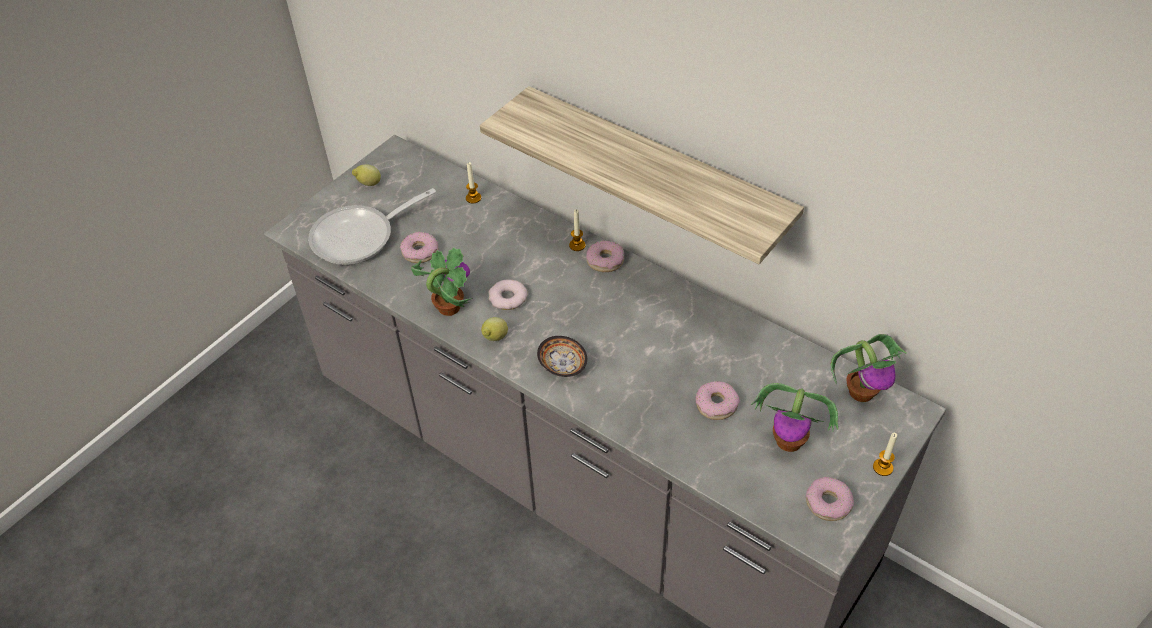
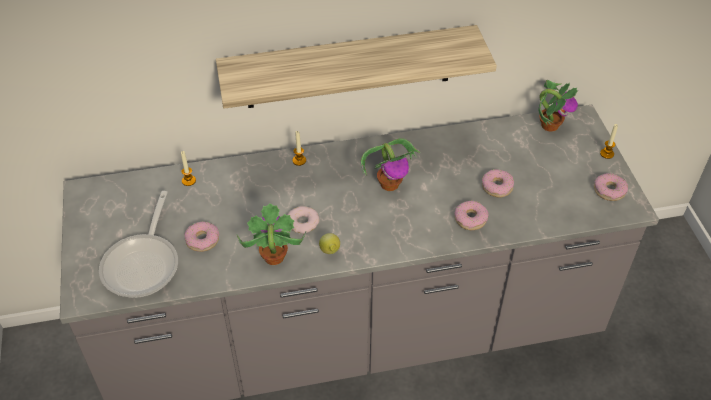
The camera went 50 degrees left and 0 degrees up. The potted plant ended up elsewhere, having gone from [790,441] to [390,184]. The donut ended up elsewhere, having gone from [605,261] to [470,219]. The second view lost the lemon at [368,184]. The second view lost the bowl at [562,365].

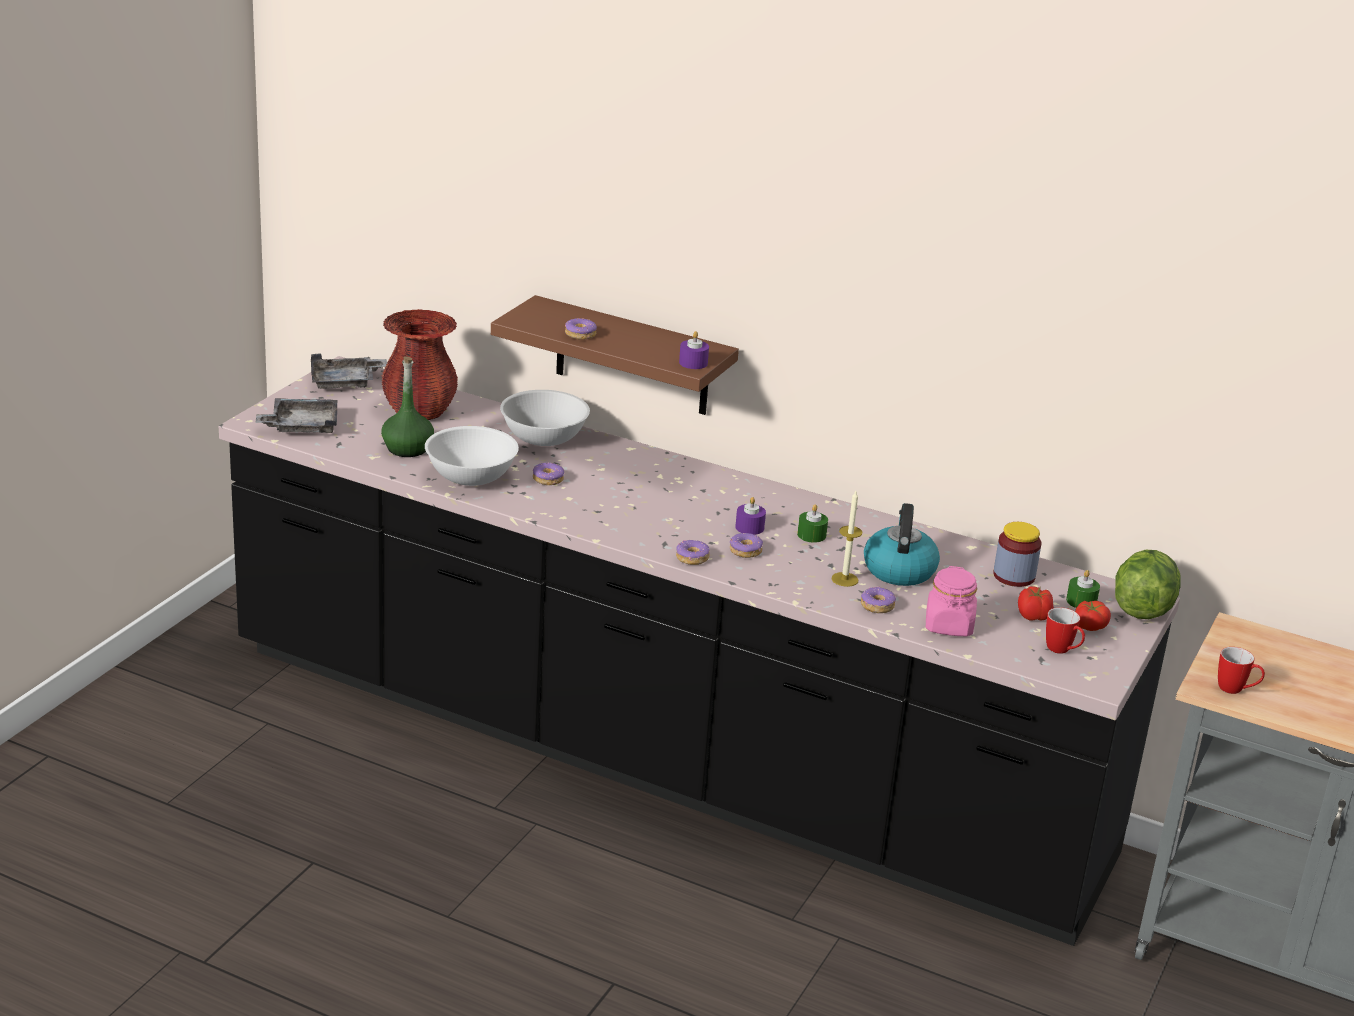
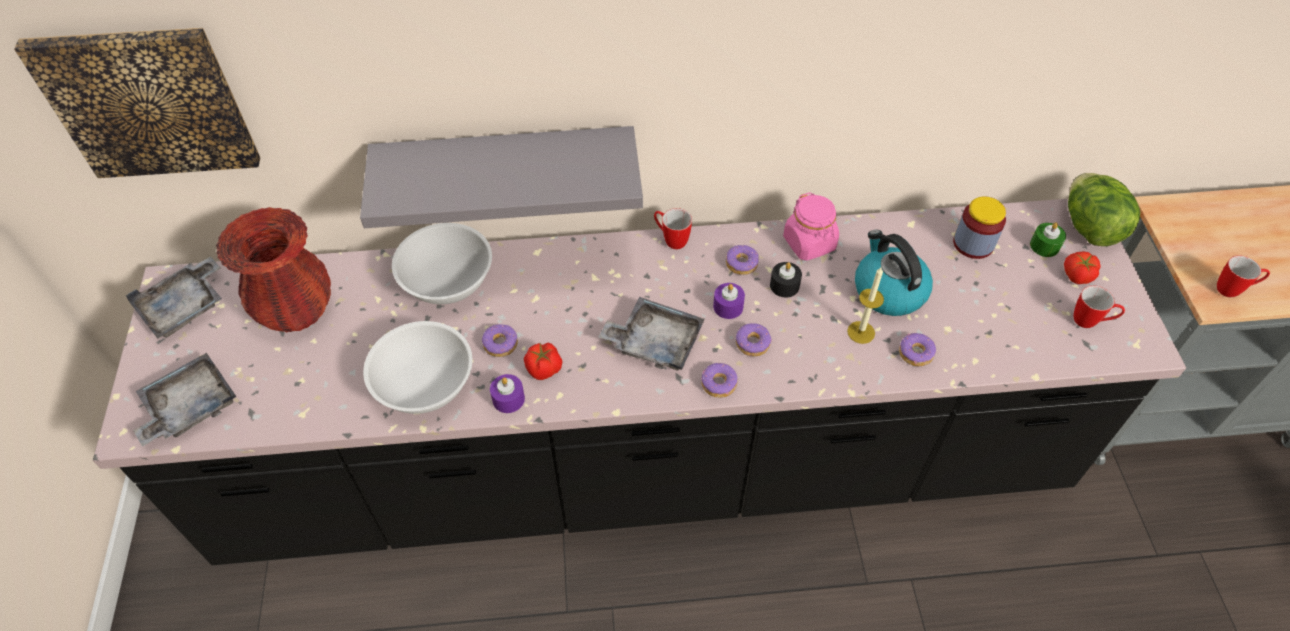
The camera went 30 degrees left and 25 degrees up. The second view gained the picture at [148,102]. What was the brown shelf at [632,357] turned into the grey shelf at [507,167]. The purple candle ended up elsewhere, having gone from [693,363] to [508,399]. The tomato ended up elsewhere, having gone from [1034,617] to [544,369]. The second view gained the grey tray at [655,342]. The second view gained the mug at [671,239]. The donut ended up elsewhere, having gone from [580,334] to [742,263]. What was the green candle at [811,535] turned into the black candle at [784,285]. The pink jar ended up elsewhere, having gone from [949,626] to [809,243]. The second view lost the green bottle at [407,448].

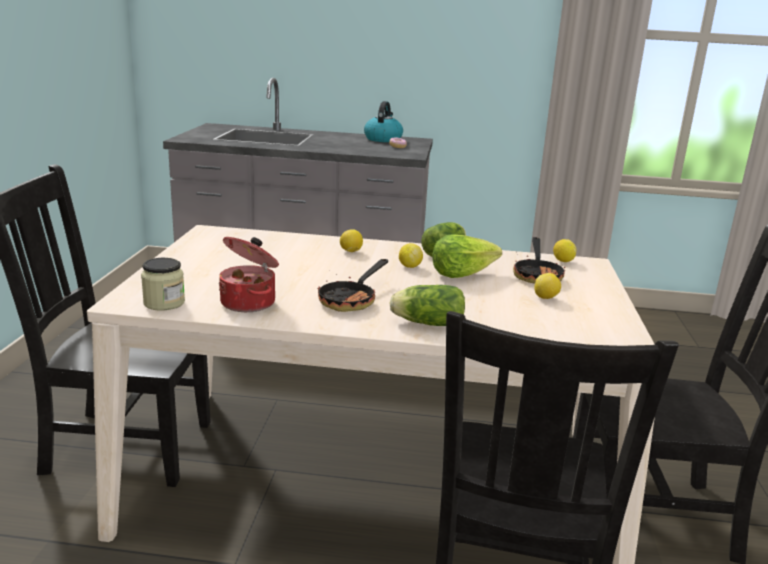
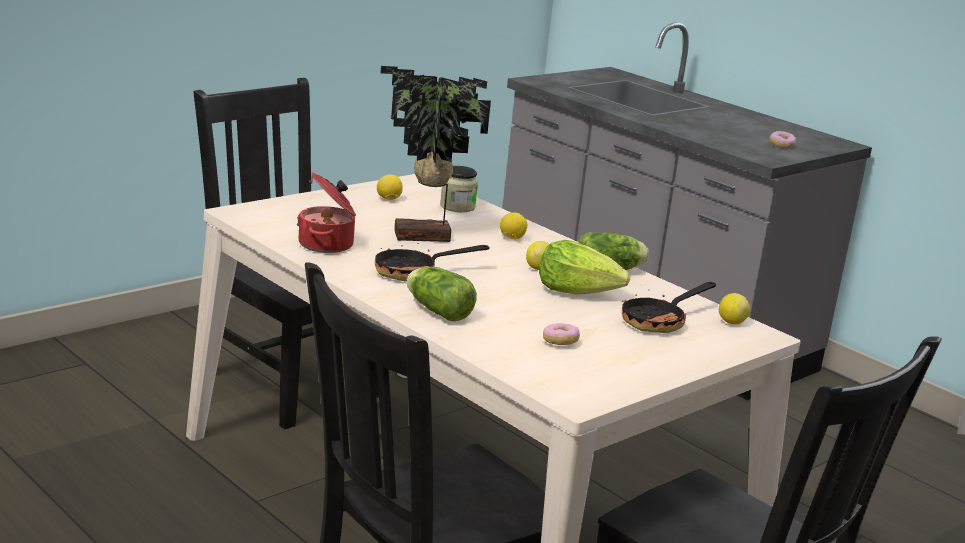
The camera went 40 degrees right and 0 degrees up. The lemon ended up elsewhere, having gone from [546,298] to [388,199]. The second view gained the potted plant at [424,238]. The jar ended up elsewhere, having gone from [164,303] to [457,206]. The second view gained the donut at [560,342]. The second view lost the kettle at [383,139].

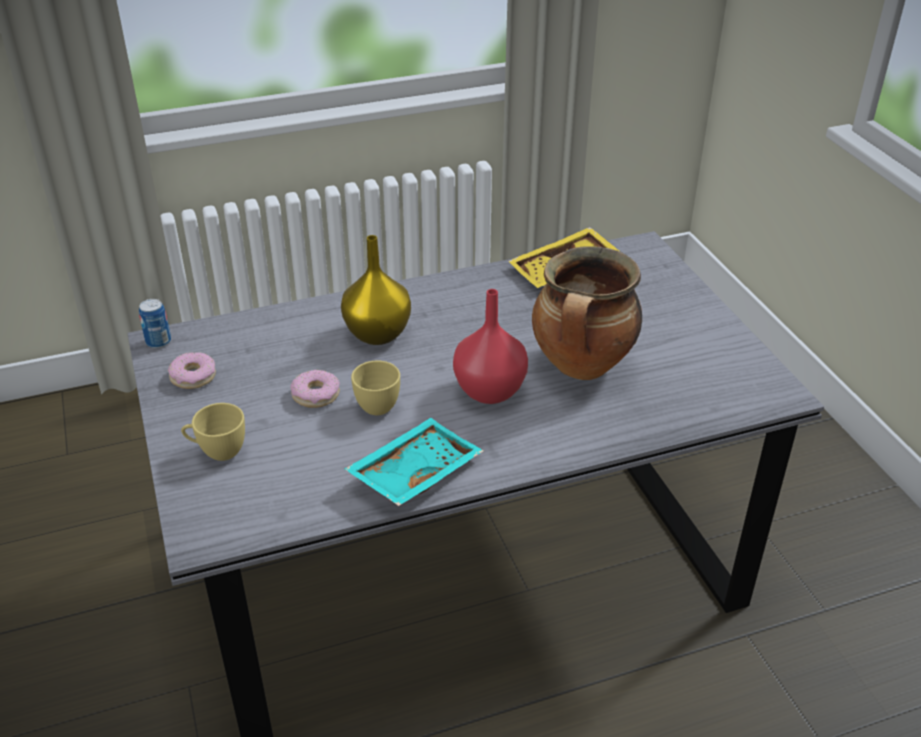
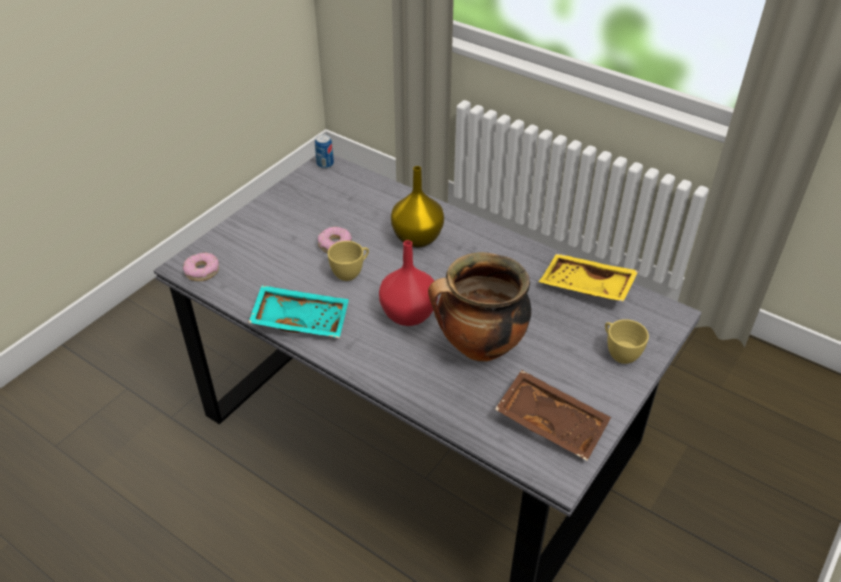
The camera went 55 degrees right and 5 degrees up. The donut ended up elsewhere, having gone from [193,376] to [202,271]. The second view gained the brown tray at [552,421]. The yellow cup ended up elsewhere, having gone from [217,451] to [619,353].

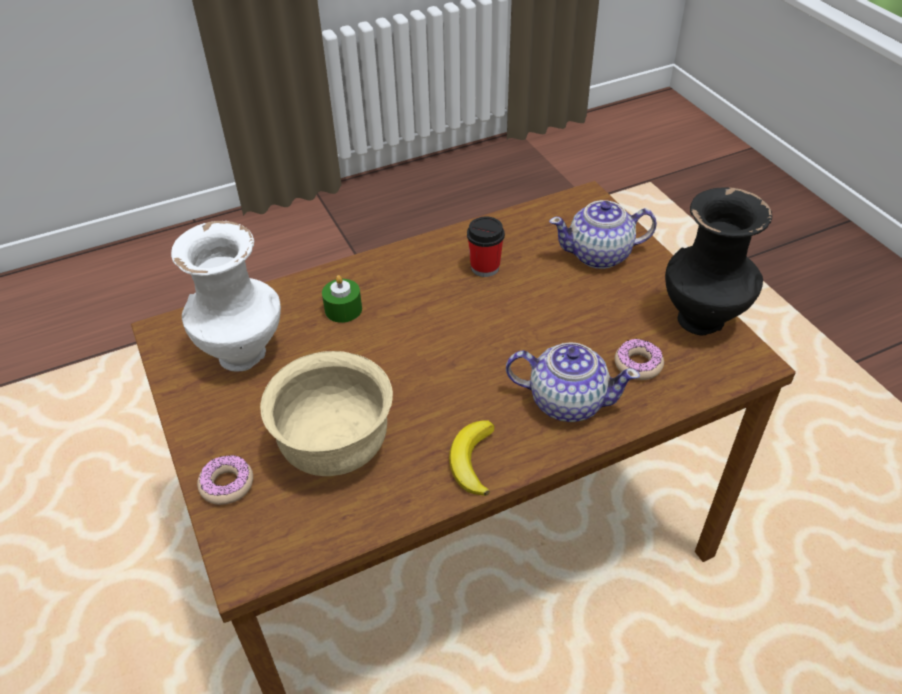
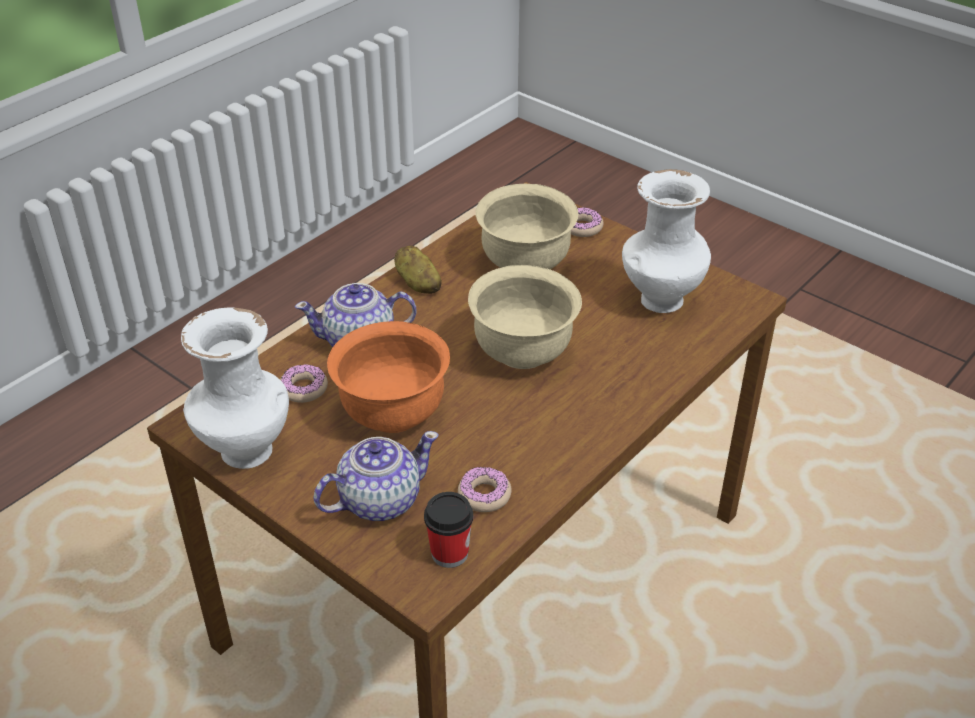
The camera went 155 degrees right and 5 degrees down. What was the black vase at [702,321] turned into the white vase at [244,451]. The second view gained the orange bowl at [392,413]. Where the banana stood at [472,461], the potato came to stand at [417,283]. The cup ended up elsewhere, having gone from [485,267] to [449,553]. The second view gained the donut at [484,495]. The second view gained the beige bowl at [522,353]. The second view lost the green candle at [343,309].

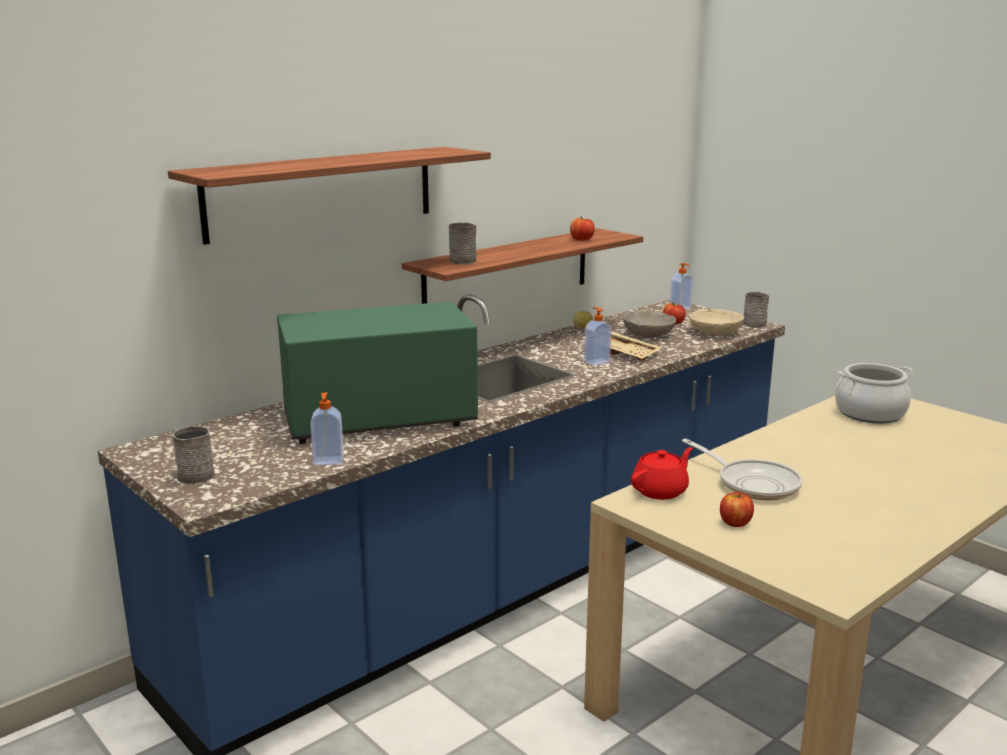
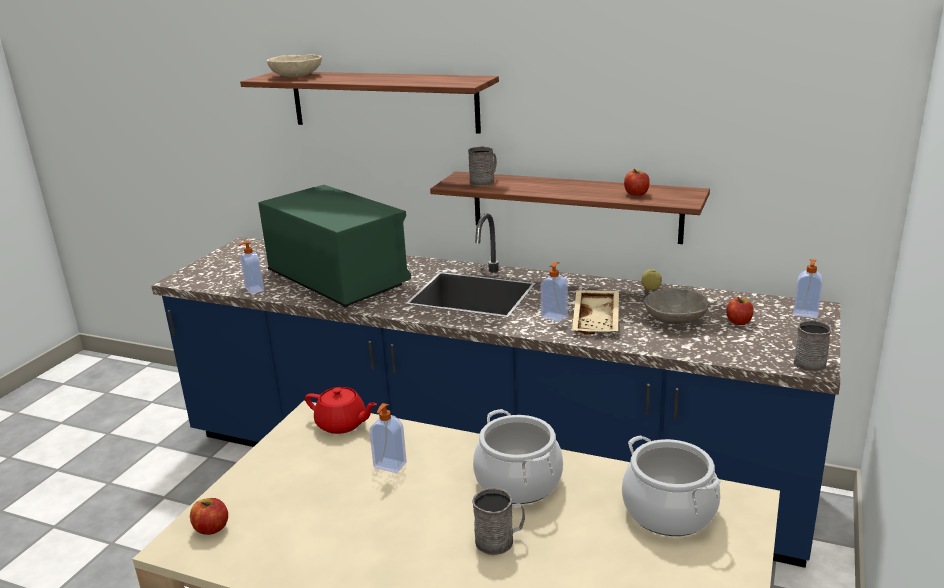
The camera went 65 degrees right and 5 degrees up. The apple ended up elsewhere, having gone from [735,523] to [212,528]. The beige bowl ended up elsewhere, having gone from [715,333] to [296,76]. Where the frying pan stood at [752,483], the soap dispenser came to stand at [389,466]. The grey mug ended up elsewhere, having gone from [199,474] to [500,540]. The second view gained the cooking pot at [518,481].

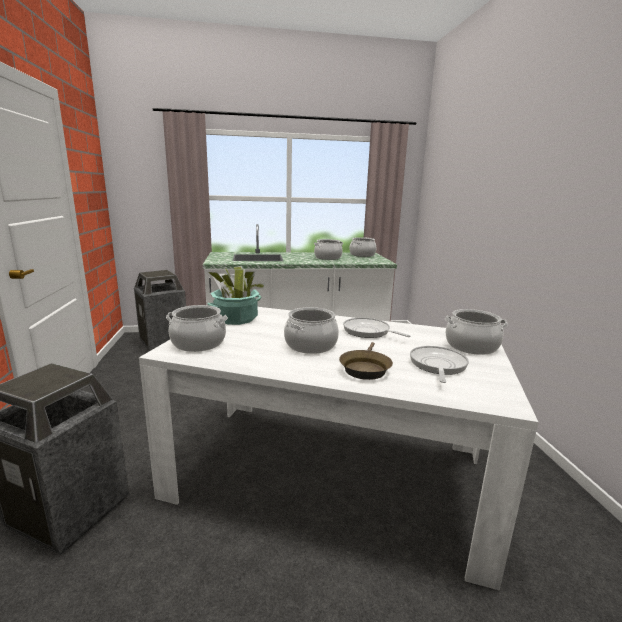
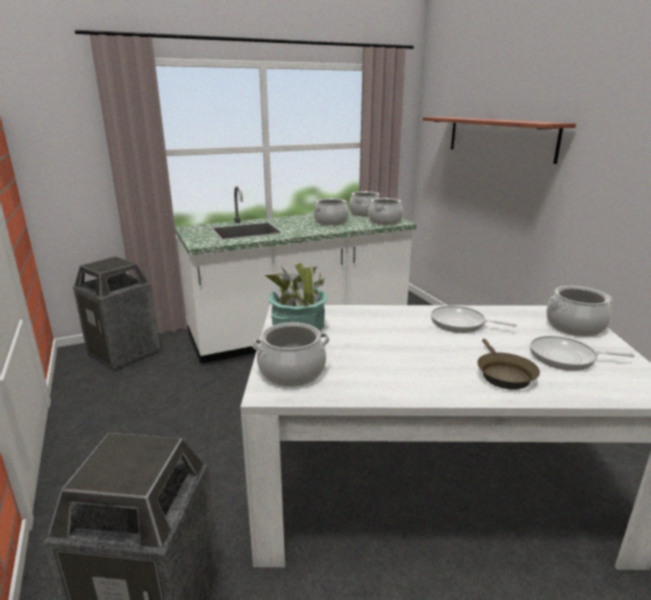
The camera went 15 degrees left and 5 degrees up. The cooking pot ended up elsewhere, having gone from [310,345] to [384,221]. The second view gained the shelf at [499,137]. The frying pan at [437,365] ended up facing another way, 75 degrees counterclockwise from before.

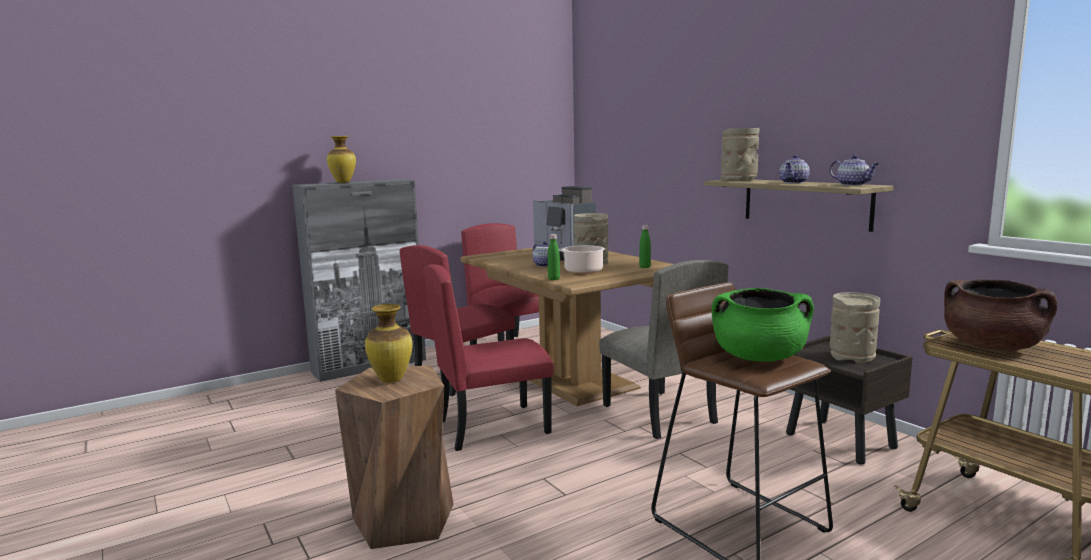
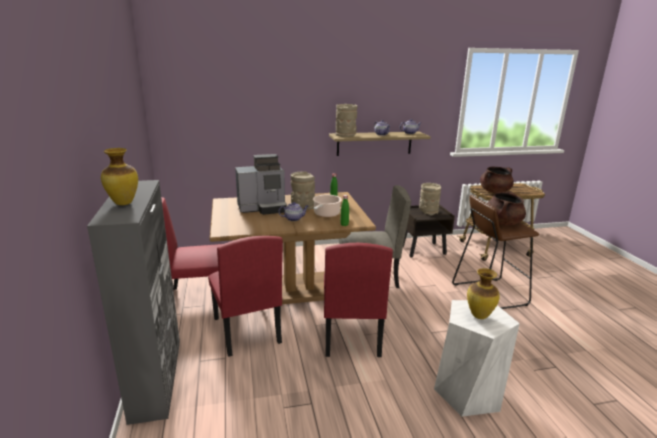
The camera went 70 degrees left and 10 degrees up. What was the brown stool at [403,519] turned into the white stool at [467,393]. What was the green cooking pot at [759,358] turned into the brown cooking pot at [502,222].

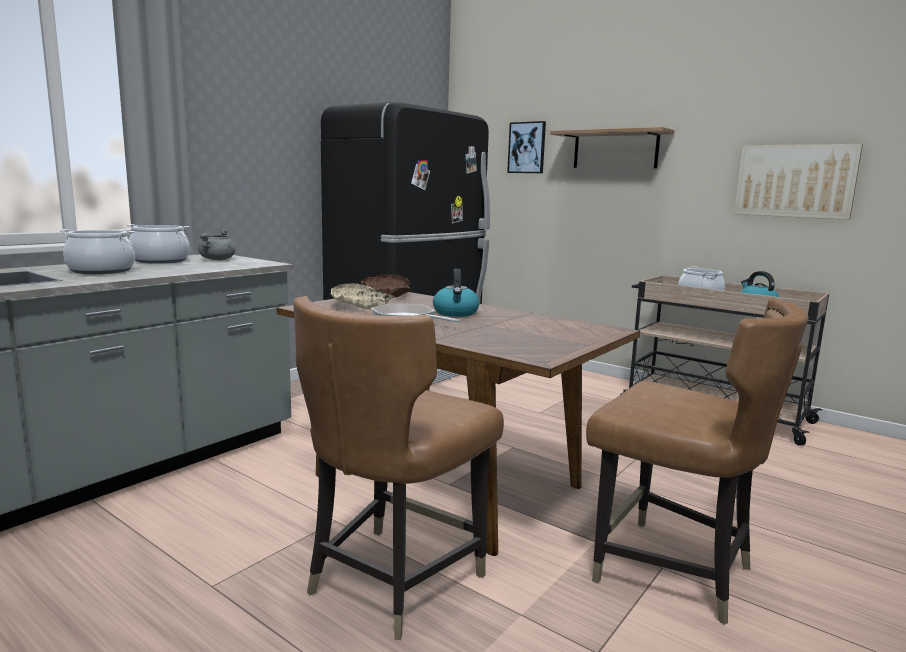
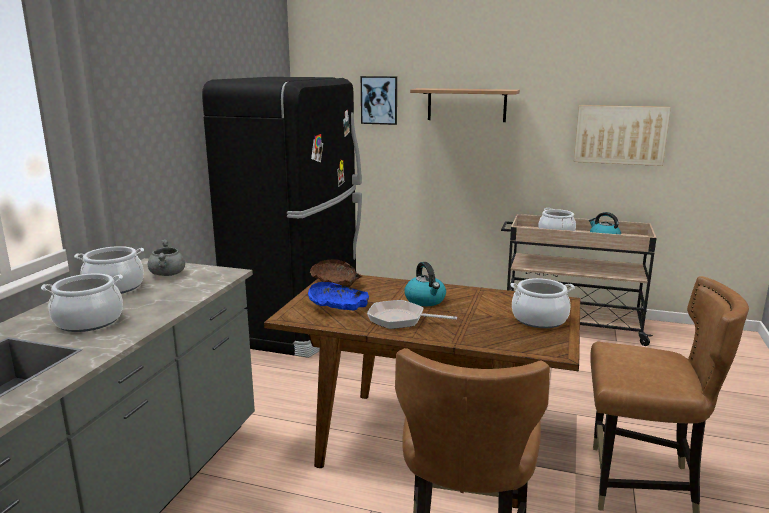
The camera went 20 degrees left and 5 degrees up. What was the beige bowl at [361,306] turned into the blue bowl at [337,306]. The second view gained the cooking pot at [539,319].

